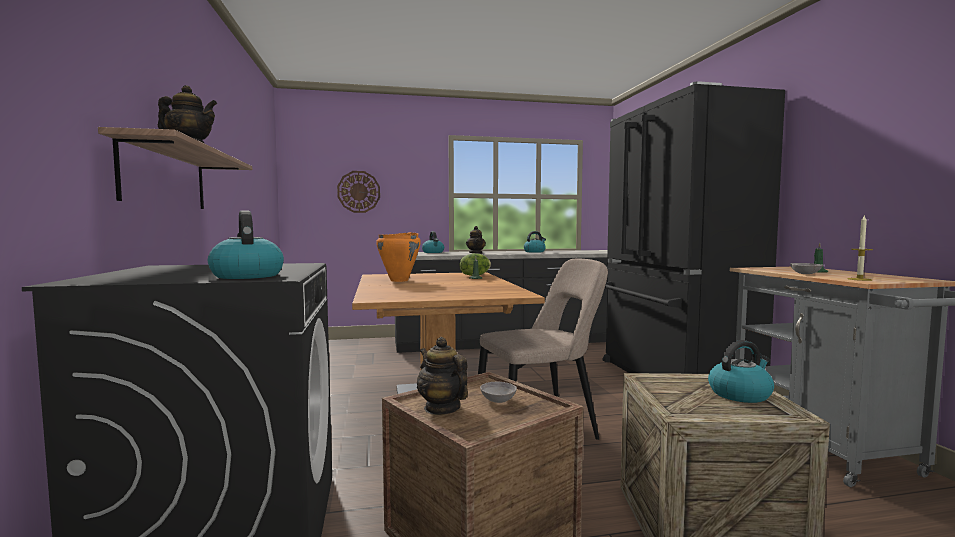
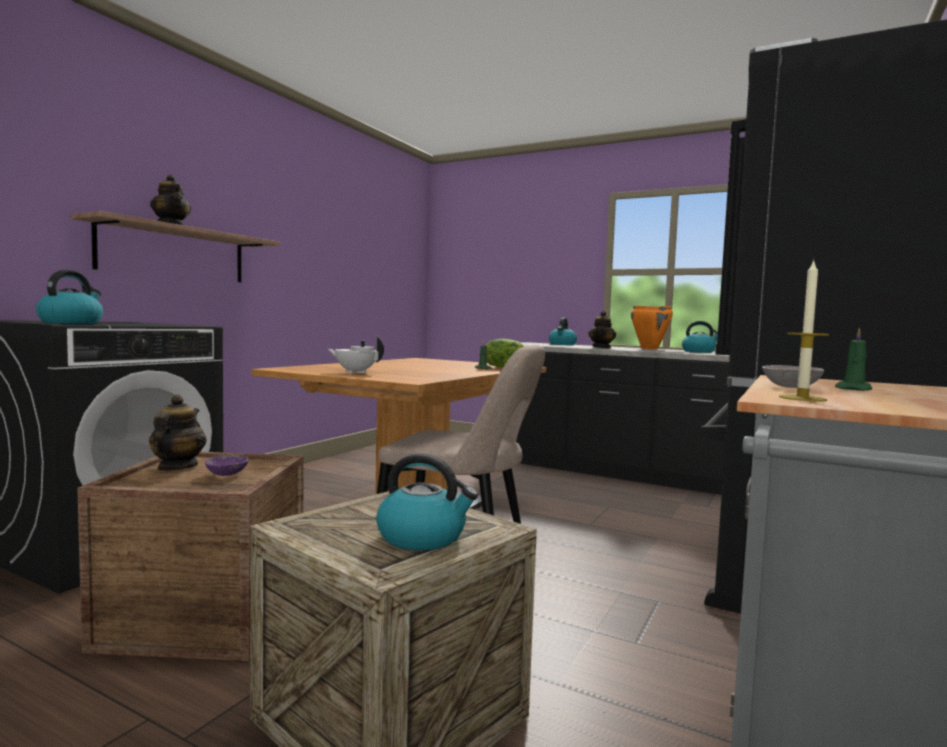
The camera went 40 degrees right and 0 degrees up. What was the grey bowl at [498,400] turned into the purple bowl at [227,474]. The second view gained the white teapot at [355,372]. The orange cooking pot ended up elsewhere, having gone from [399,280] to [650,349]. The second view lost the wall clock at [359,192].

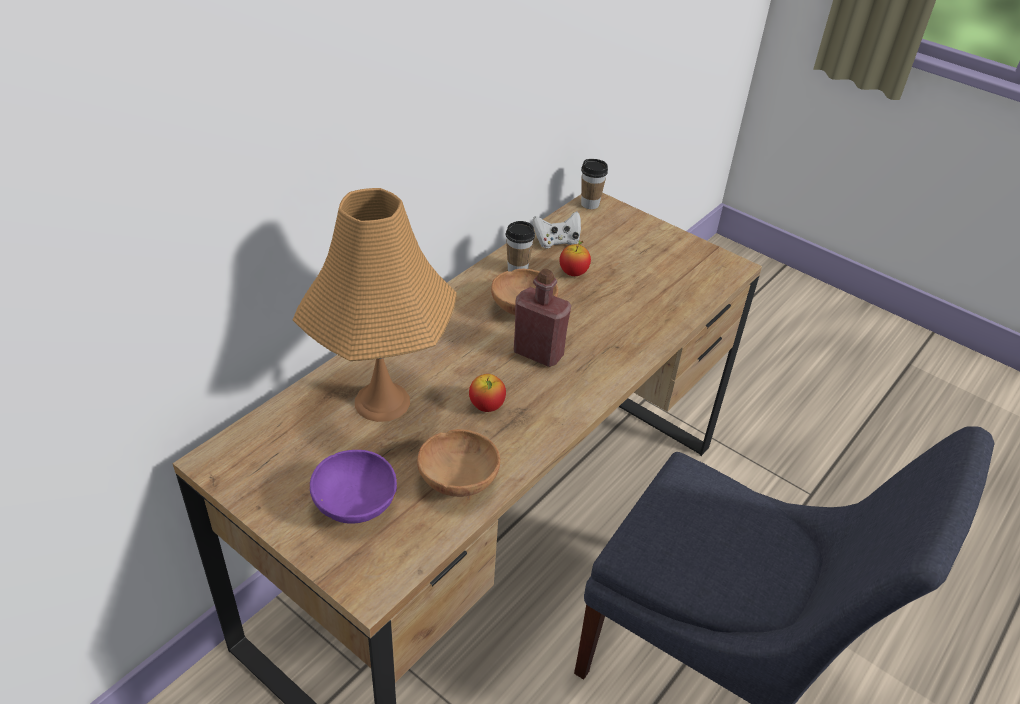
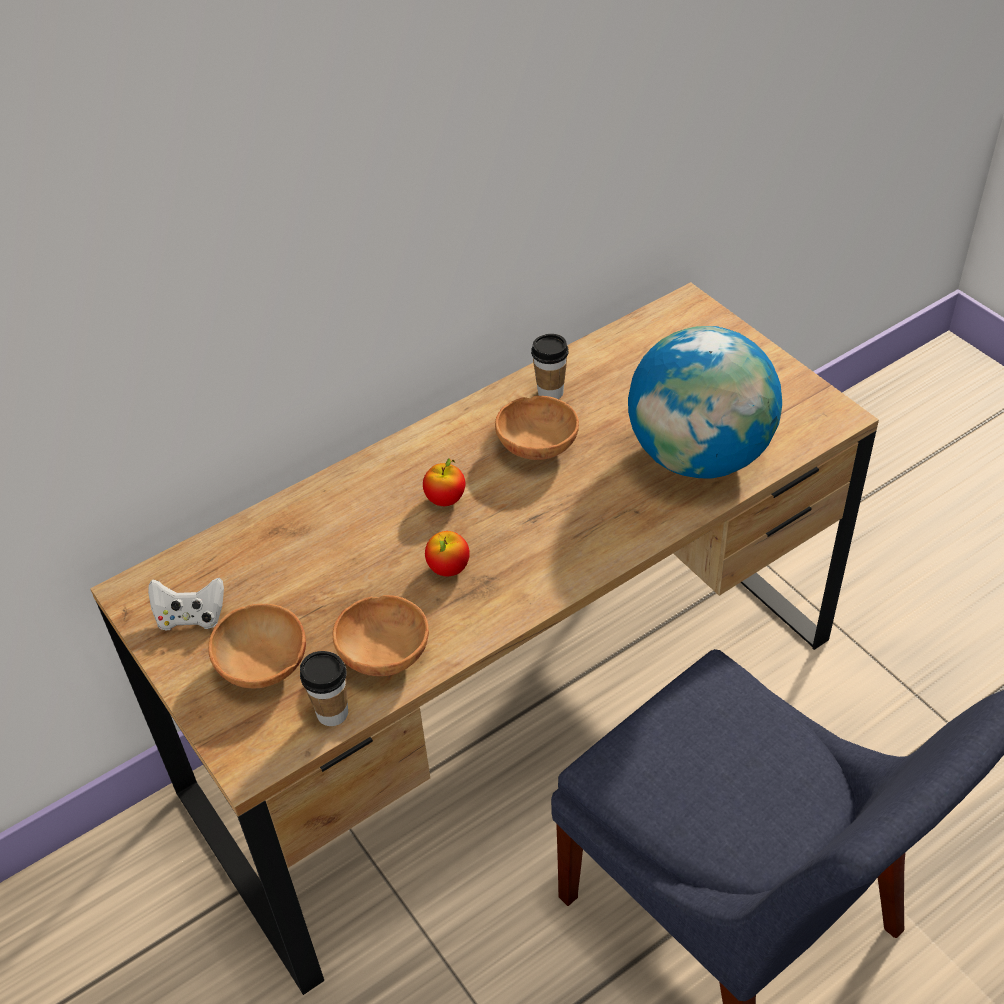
The camera went 20 degrees right and 5 degrees up. The white game controller ended up elsewhere, having gone from [556,242] to [191,617]. What was the purple bowl at [356,506] turned into the brown bowl at [263,667]. The cup ended up elsewhere, having gone from [590,204] to [332,713]. The apple ended up elsewhere, having gone from [573,273] to [445,499]. The second view gained the globe at [699,456]. The second view lost the orange table lamp at [382,402]. The second view lost the red bottle at [538,353].

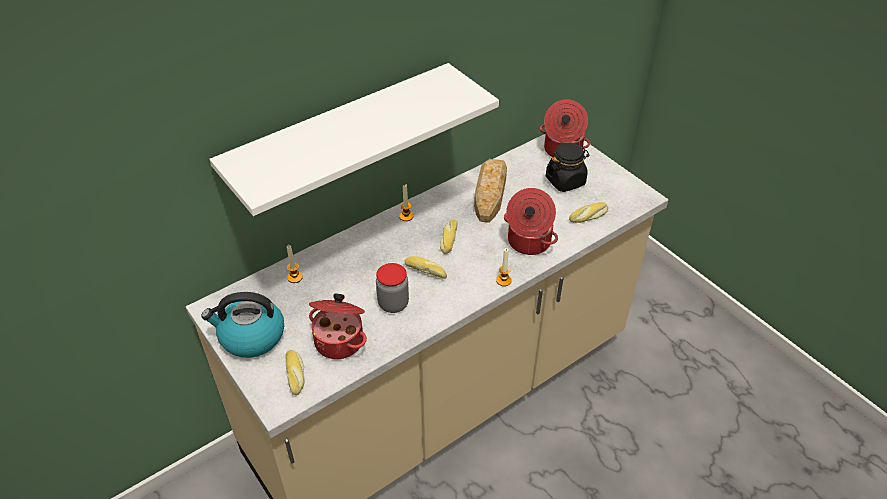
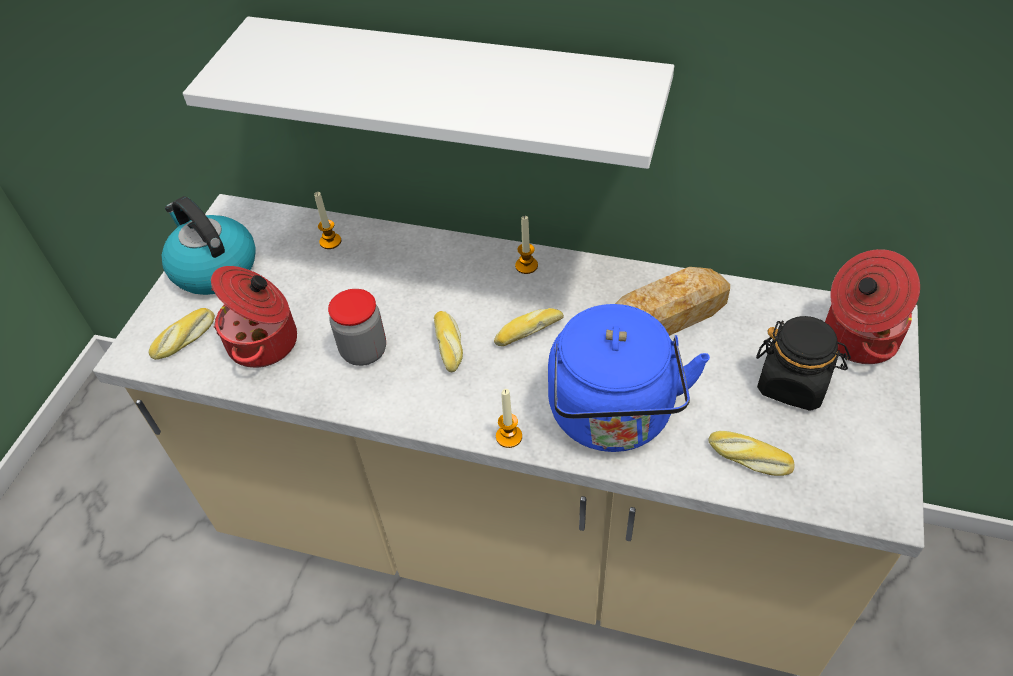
The camera went 55 degrees right and 5 degrees up. Where the cooking pot stood at [528,242], the blue kettle came to stand at [613,418].

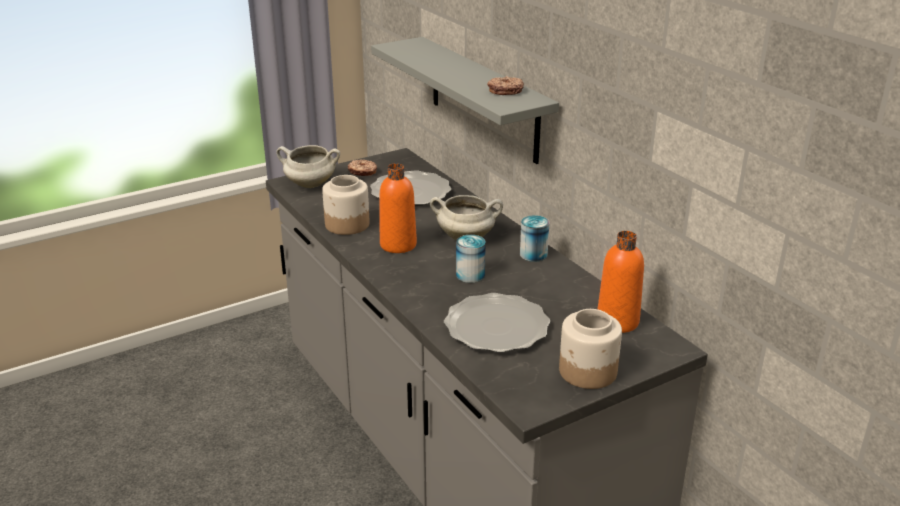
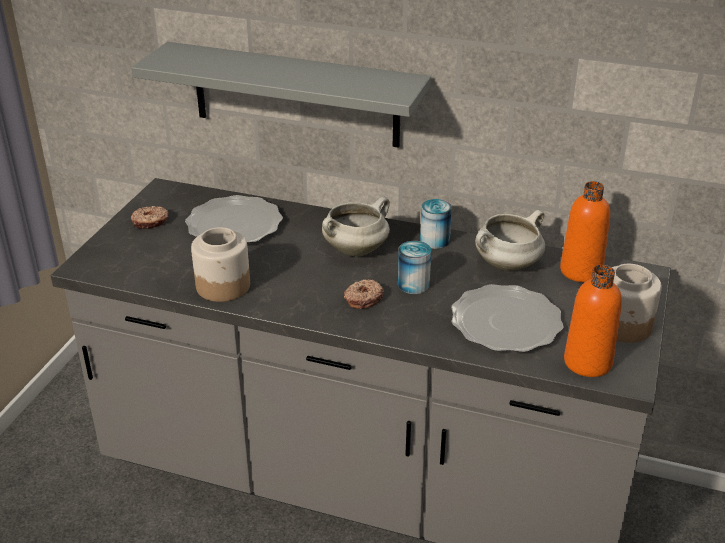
The camera went 40 degrees left and 5 degrees up. The donut ended up elsewhere, having gone from [505,91] to [363,299]. The white cooking pot ended up elsewhere, having gone from [310,185] to [507,265]. The orange bottle ended up elsewhere, having gone from [398,245] to [587,362].

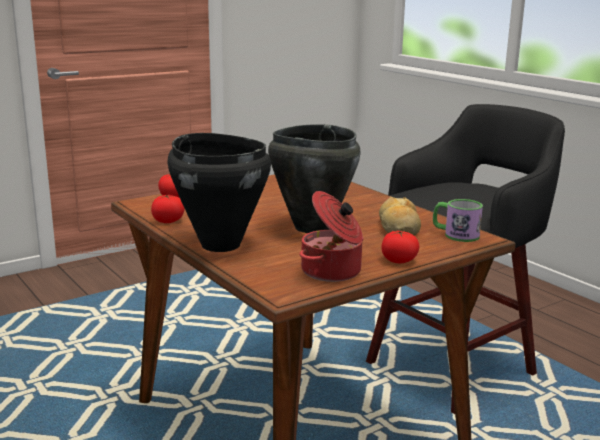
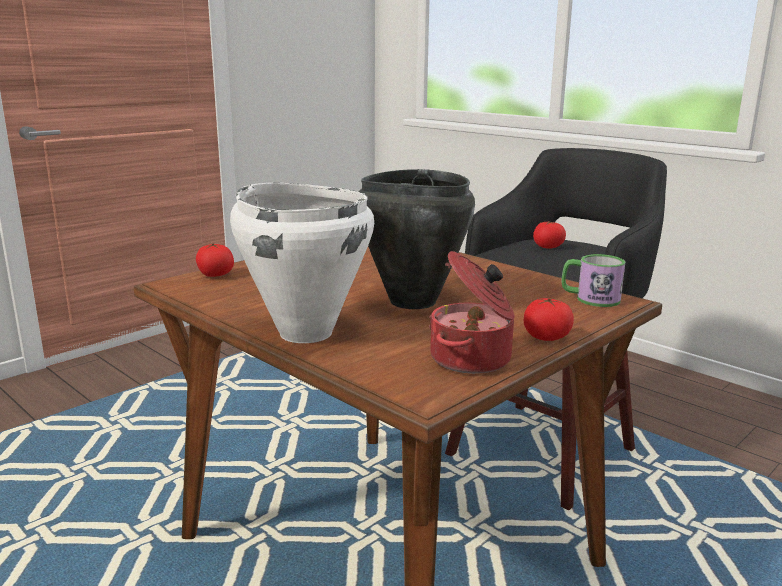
The camera went 10 degrees left and 0 degrees up. What was the black cooking pot at [220,244] turned into the white cooking pot at [305,333]. The tomato ended up elsewhere, having gone from [168,221] to [548,247]. The second view lost the bread at [398,227].

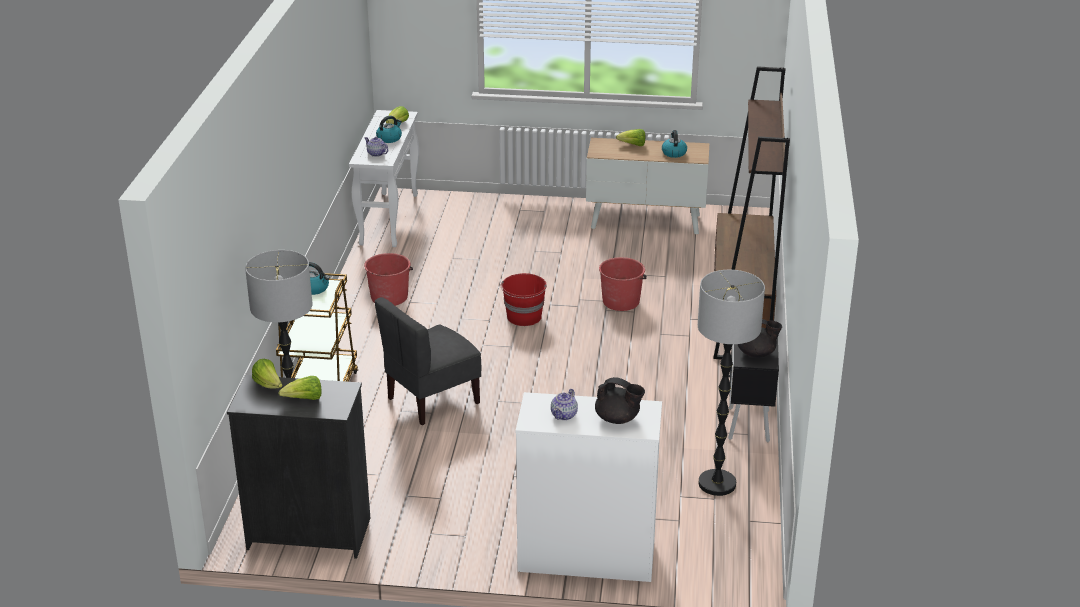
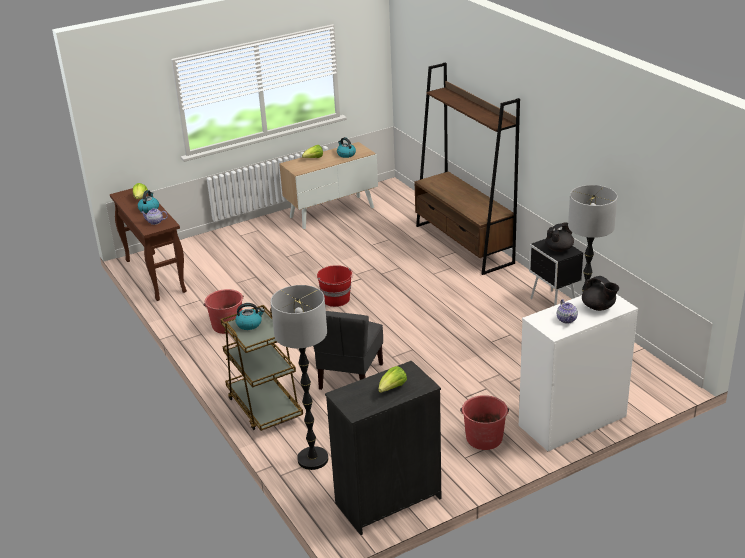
The camera went 35 degrees left and 0 degrees up. What was the white console table at [389,219] turned into the brown console table at [154,275]. The red bucket ended up elsewhere, having gone from [621,301] to [484,438]. The black teapot at [618,419] ended up facing another way, 60 degrees clockwise from before. The second view lost the lettuce at [268,385].

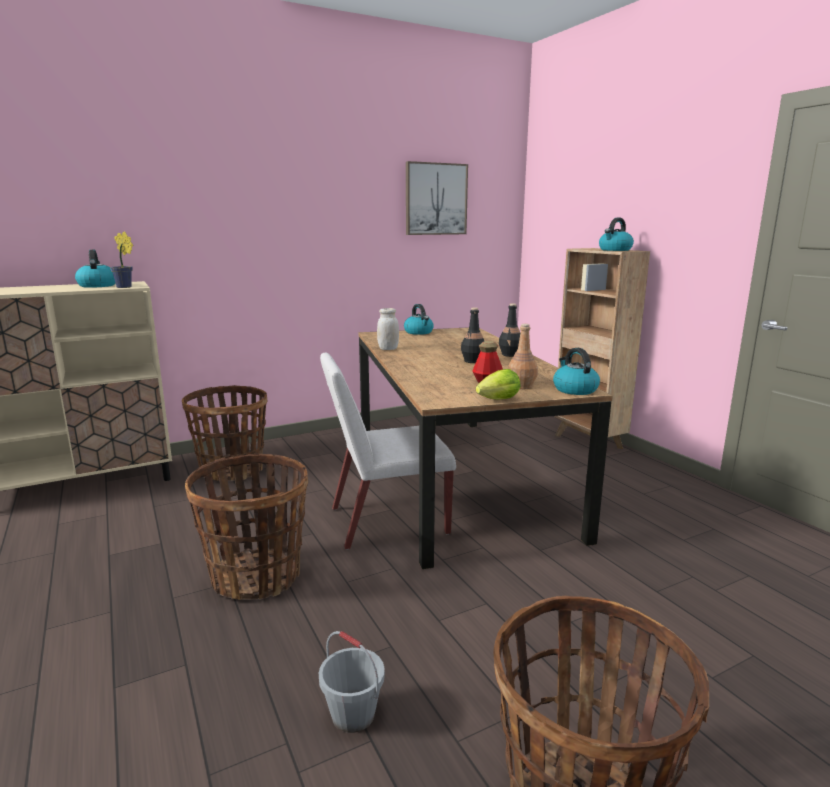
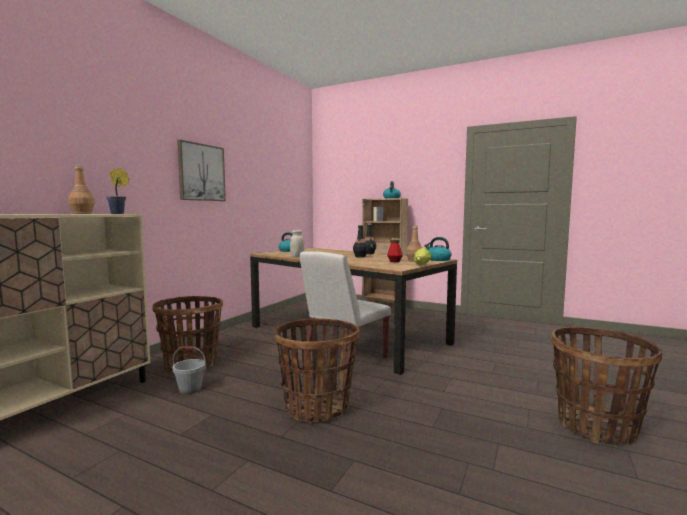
The camera went 35 degrees left and 10 degrees down. Where the kettle stood at [97,285], the brown bottle came to stand at [82,213]. The grey bucket ended up elsewhere, having gone from [353,714] to [190,389]. The picture ended up elsewhere, having gone from [436,199] to [201,172].

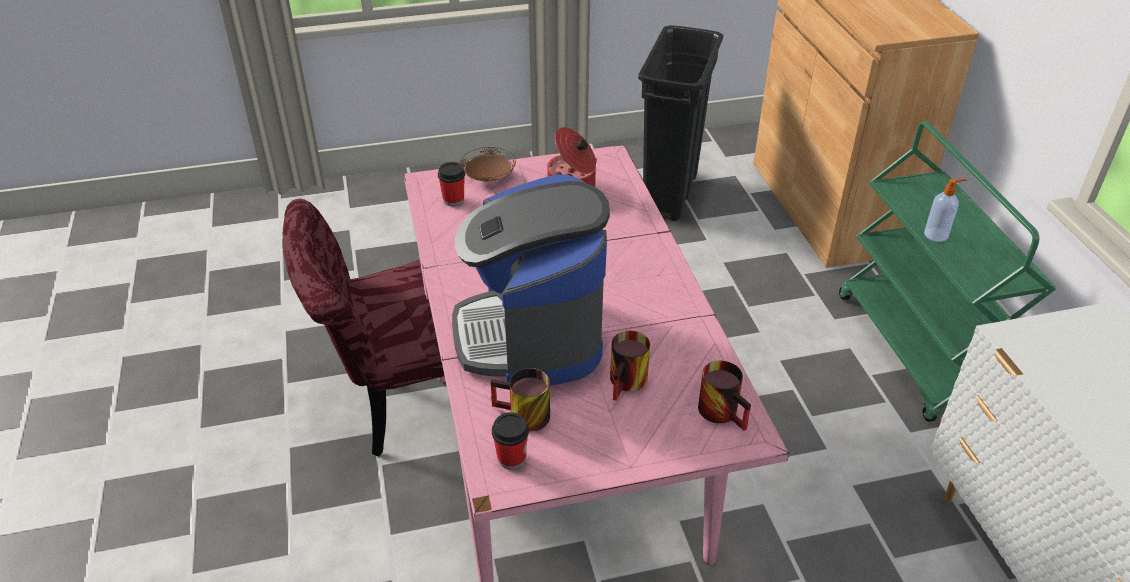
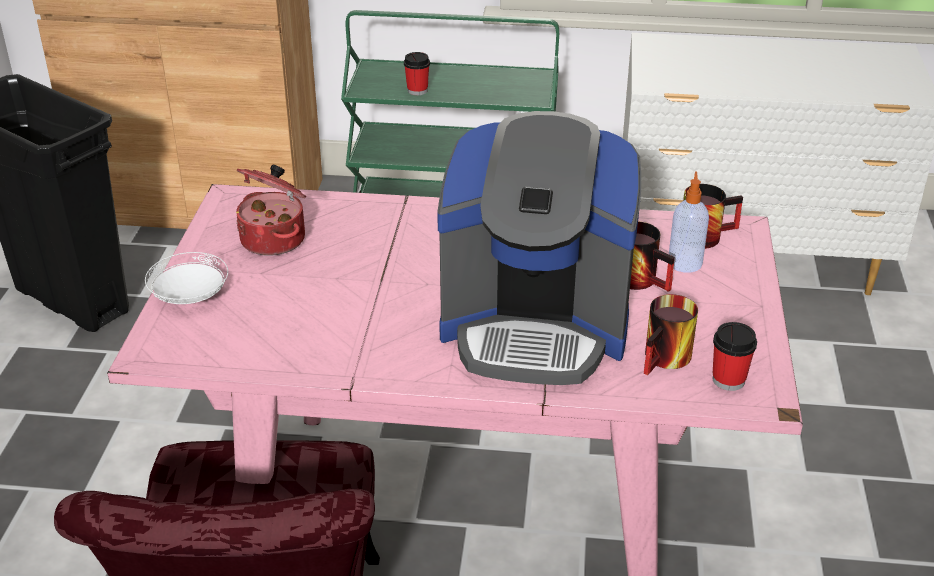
The camera went 70 degrees left and 5 degrees down. What was the brown plate at [488,177] turned into the white plate at [190,297]. The cup ended up elsewhere, having gone from [453,200] to [417,90]. The soap dispenser ended up elsewhere, having gone from [936,234] to [685,262].

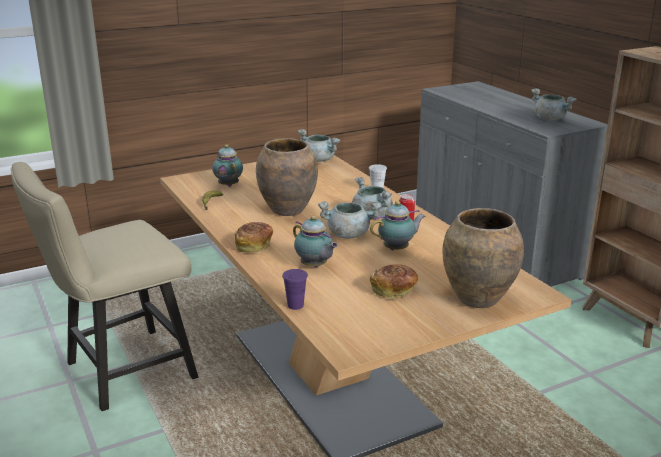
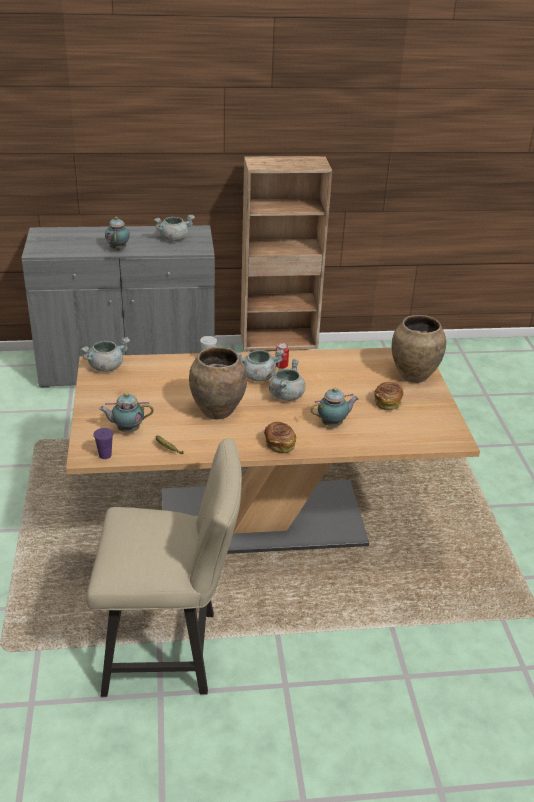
The camera went 70 degrees left and 10 degrees up. The beige chair at [121,373] ended up facing another way, 75 degrees counterclockwise from before. The purple cup ended up elsewhere, having gone from [295,305] to [105,455]. The teapot ended up elsewhere, having gone from [397,249] to [118,248].

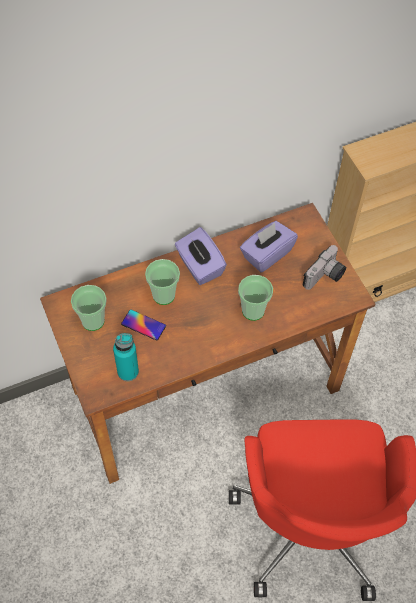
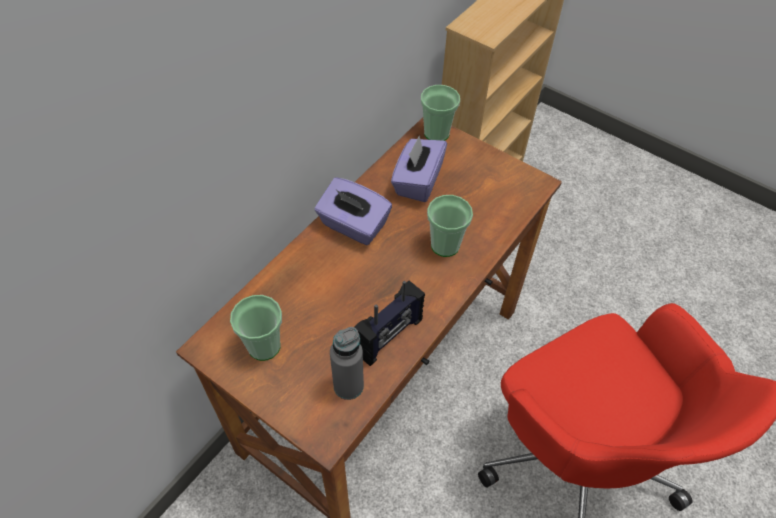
The camera went 30 degrees left and 5 degrees down. What was the turquoise bottle at [128,371] turned into the grey bottle at [348,385]. The second view gained the radio at [389,336]. The cup ended up elsewhere, having gone from [163,295] to [436,133]. The second view lost the phone at [143,325]. The second view lost the photo camera at [325,277].

